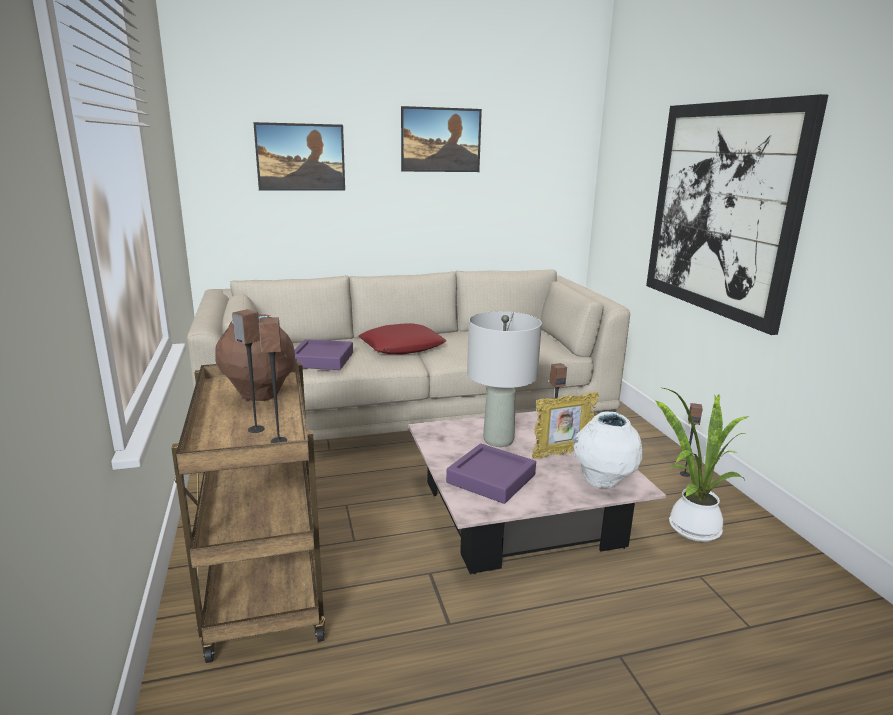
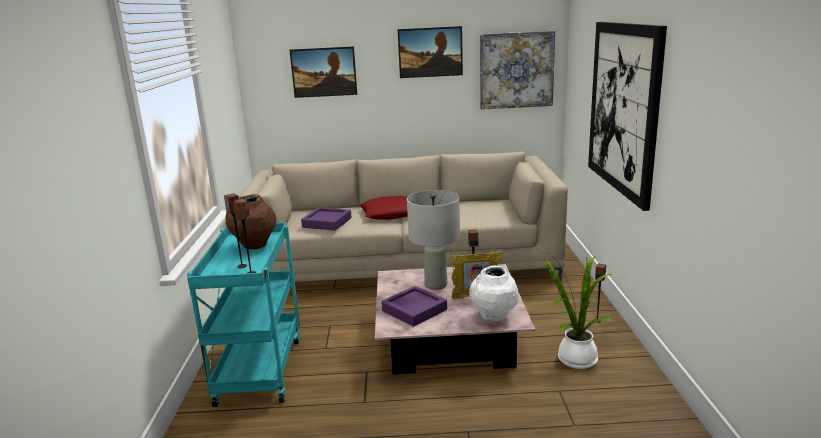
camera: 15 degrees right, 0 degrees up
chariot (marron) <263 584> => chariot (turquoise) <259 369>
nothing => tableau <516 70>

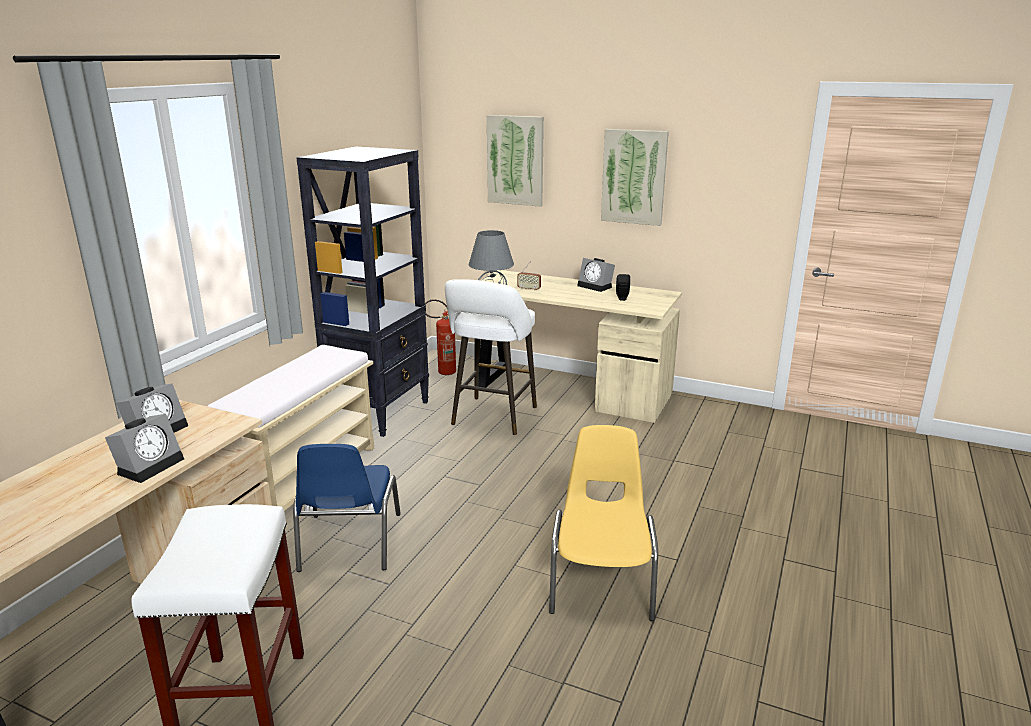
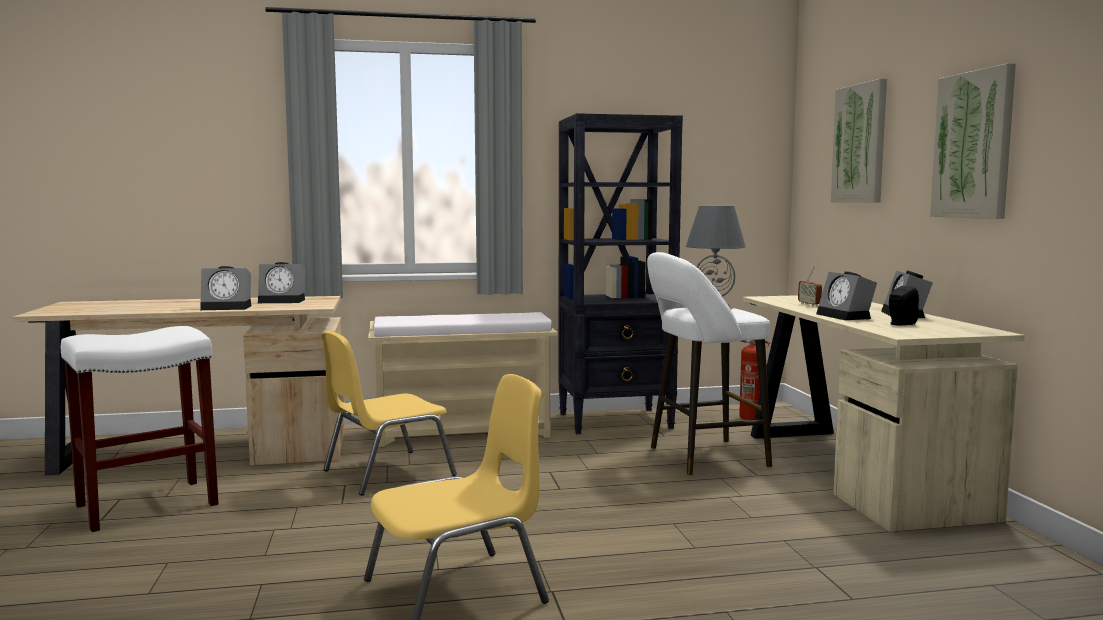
camera: 55 degrees right, 15 degrees down
chaise (bleu) <349 543> => chaise (jaune) <386 473>
nothing => réveil <846 316>

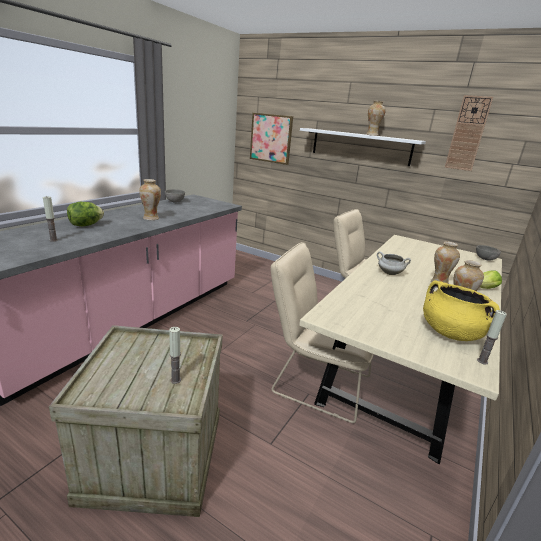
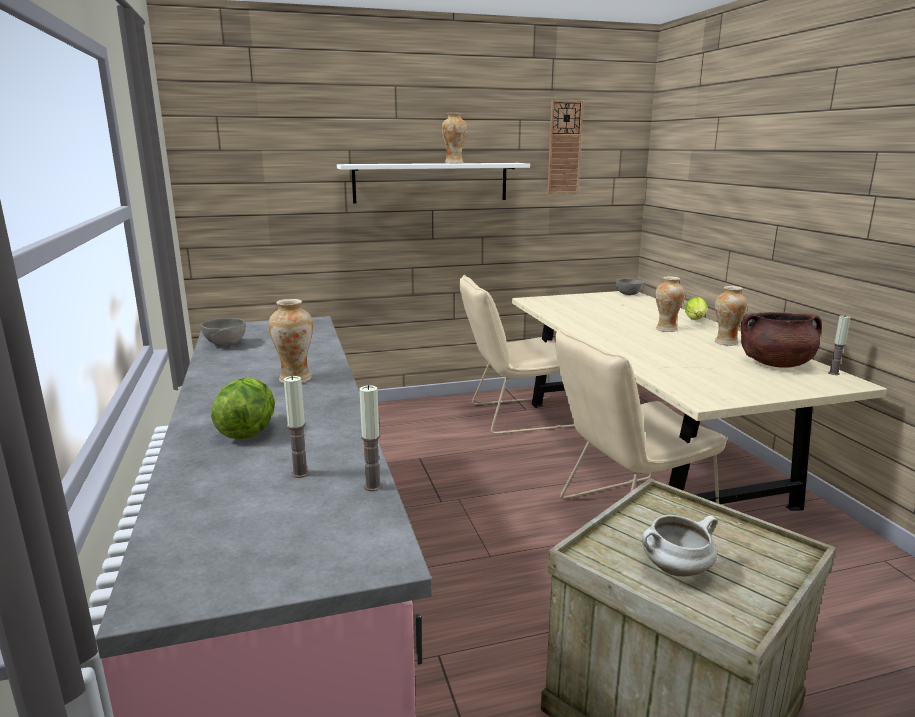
camera: 45 degrees left, 5 degrees down
tableau <271 138> => nothing
marmite (blanc) <389 273> => marmite (blanc) <675 570>, moved
marmite (jaune) <450 332> => marmite (marron) <775 364>
bougie <175 380> => bougie <373 486>, moved

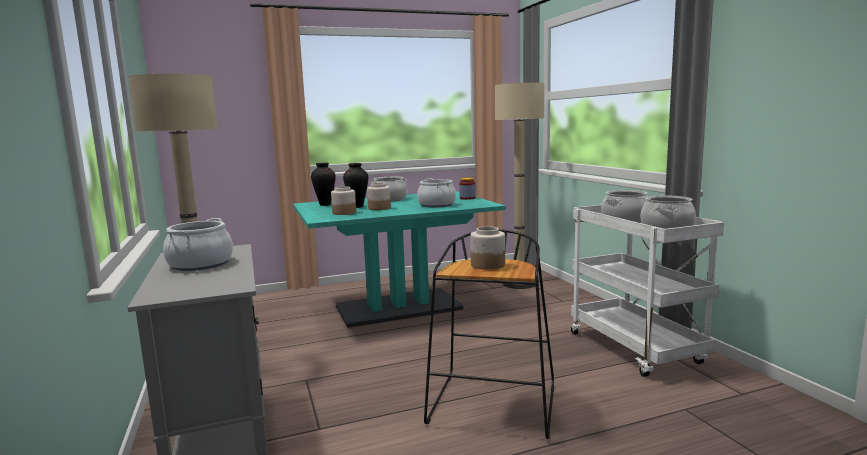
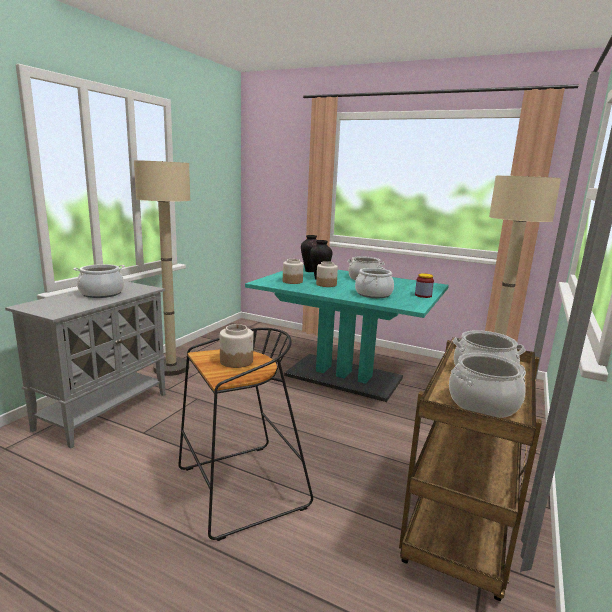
camera: 45 degrees right, 5 degrees up
chariot (blanc) <636 349> => chariot (marron) <460 533>

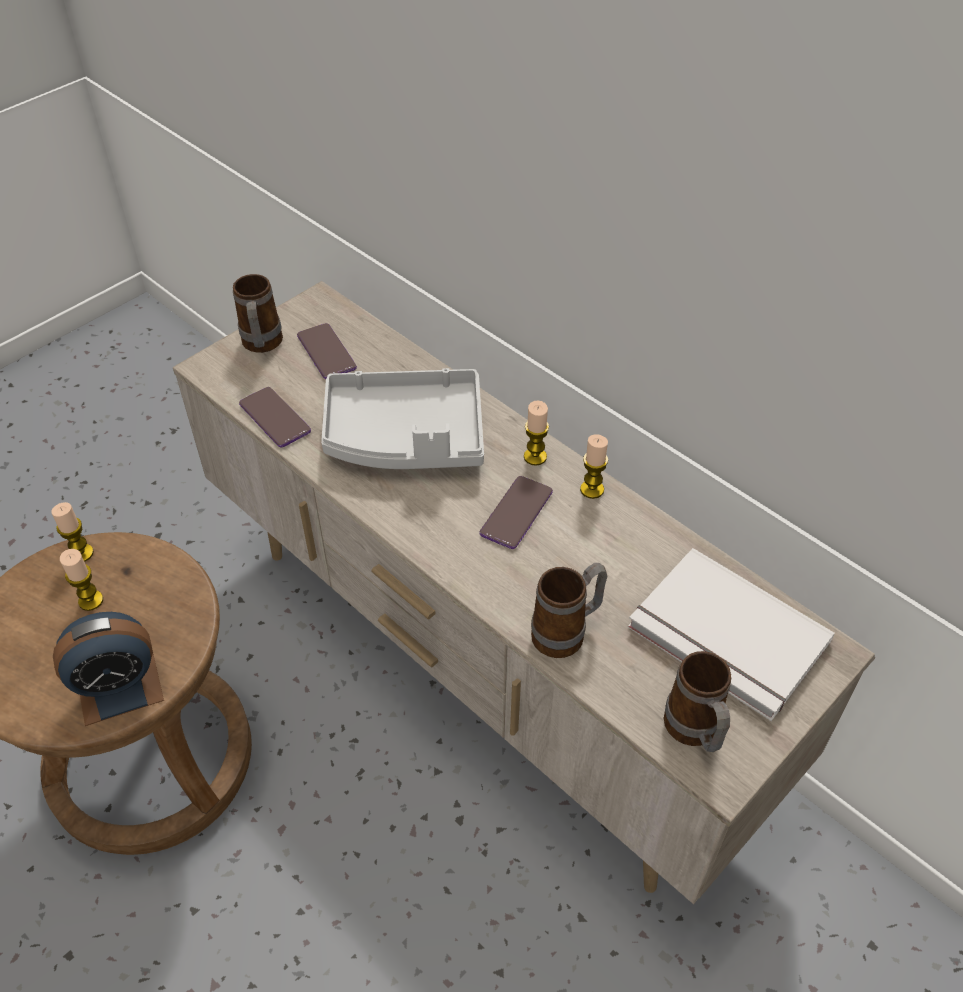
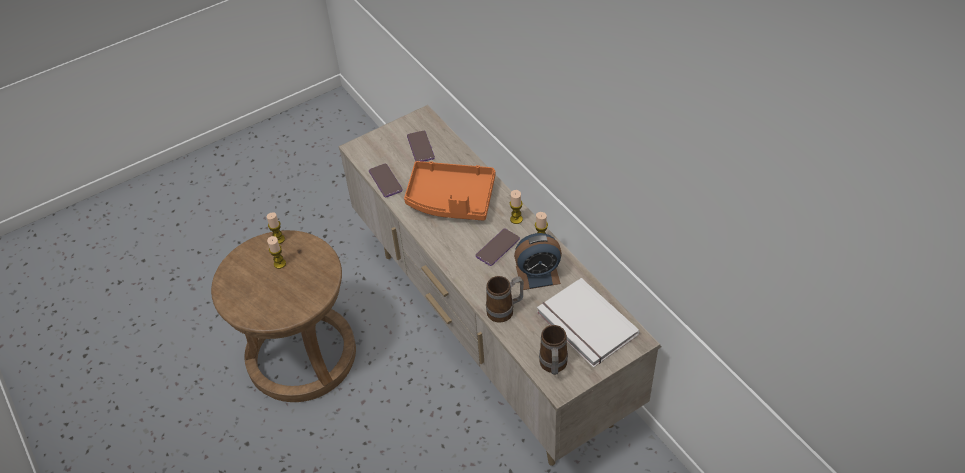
camera: 15 degrees right, 0 degrees up
mug <262 346> => nothing
plateau (gris) <405 437> => plateau (orange) <451 200>
réveil <120 688> => réveil <537 275>, moved

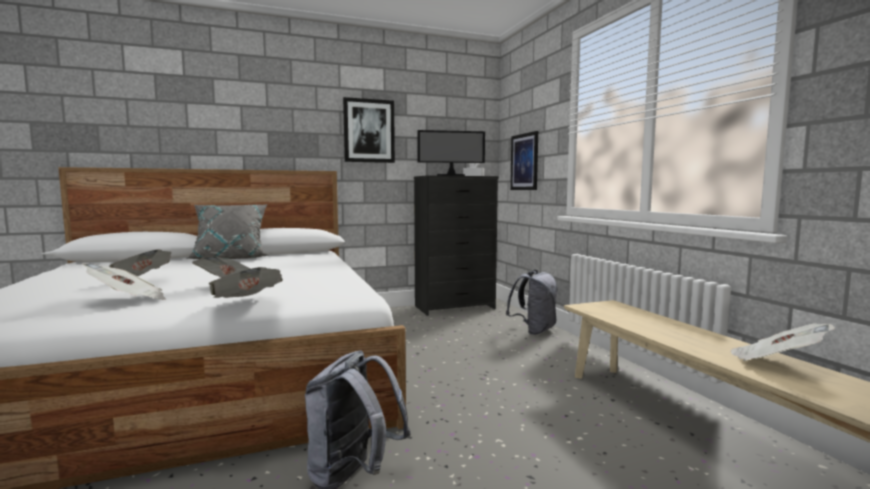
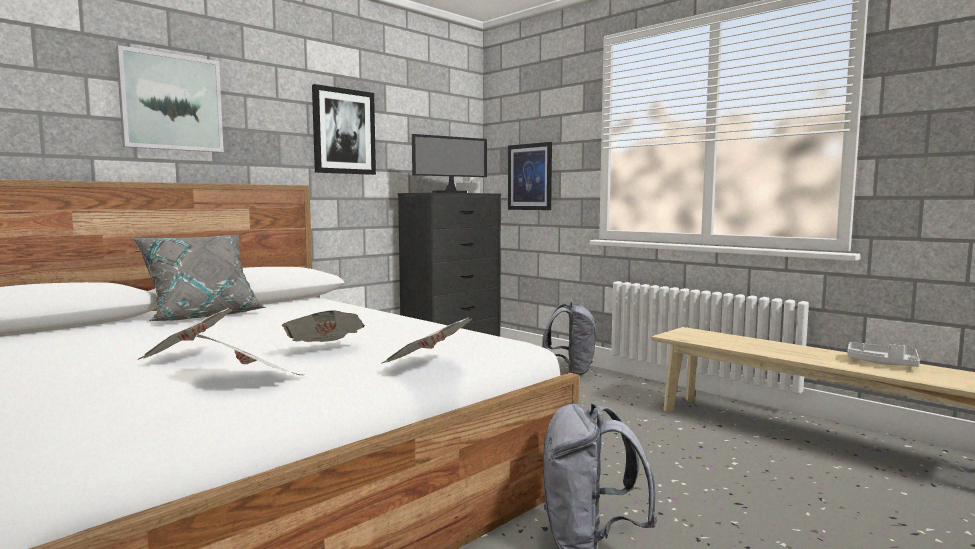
camera: 25 degrees left, 0 degrees up
journal <775 362> => plateau (gris) <882 363>
nothing => tableau <171 102>

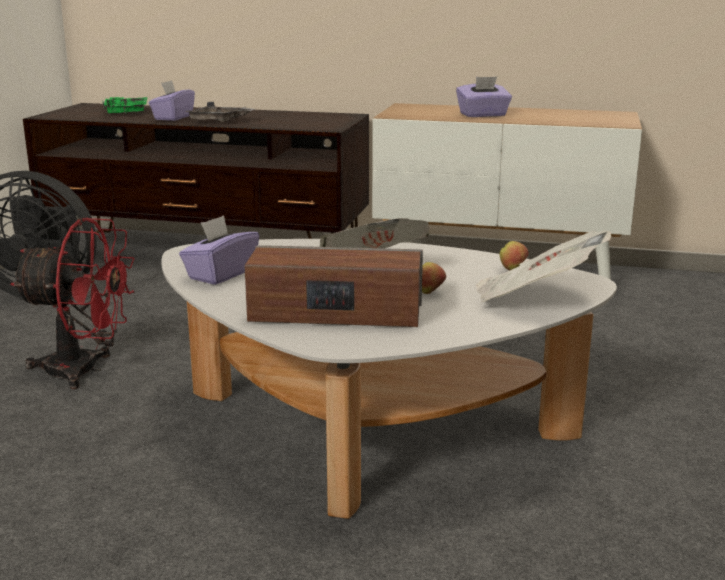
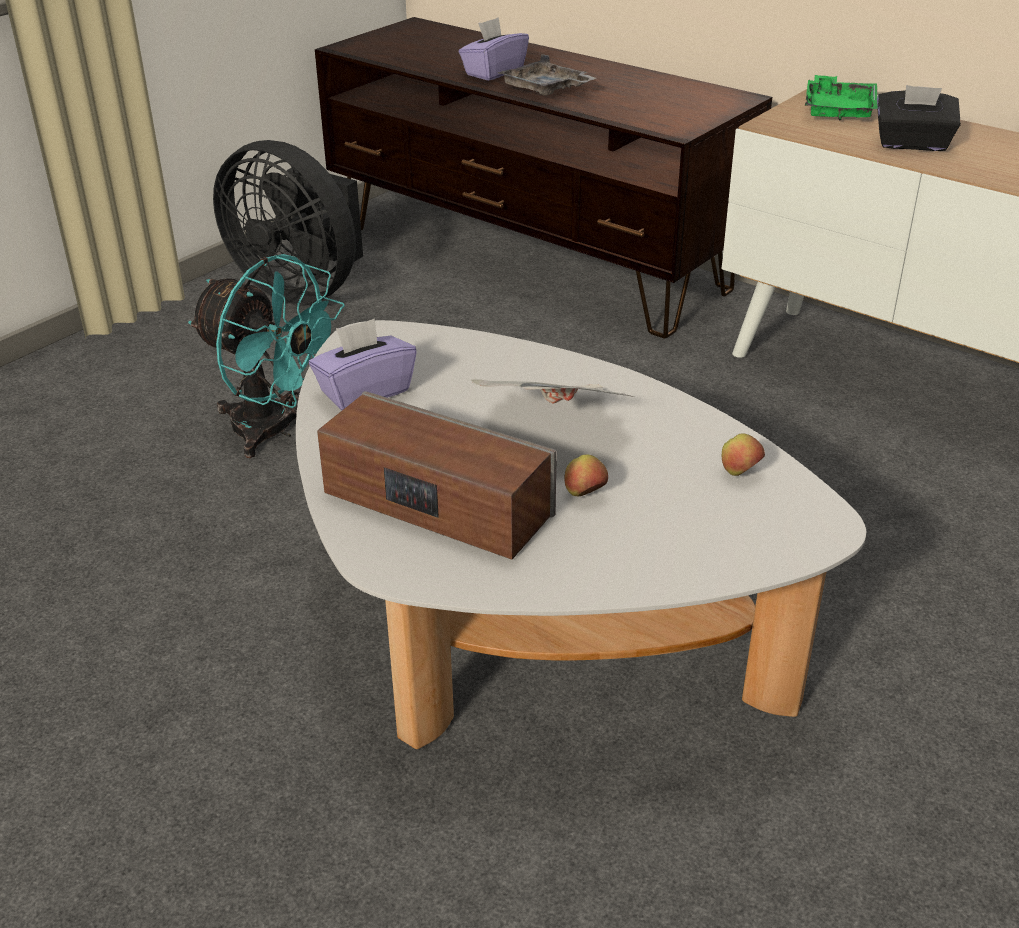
camera: 25 degrees right, 15 degrees up
boîte à mouchoirs (violet) <483 115> => boîte à mouchoirs (noir) <912 144>
plateau (vert) <126 112> => plateau (vert) <838 110>, moved
ventilateur (rouge) <85 370> => ventilateur (turquoise) <275 431>
journal <534 299> => nothing

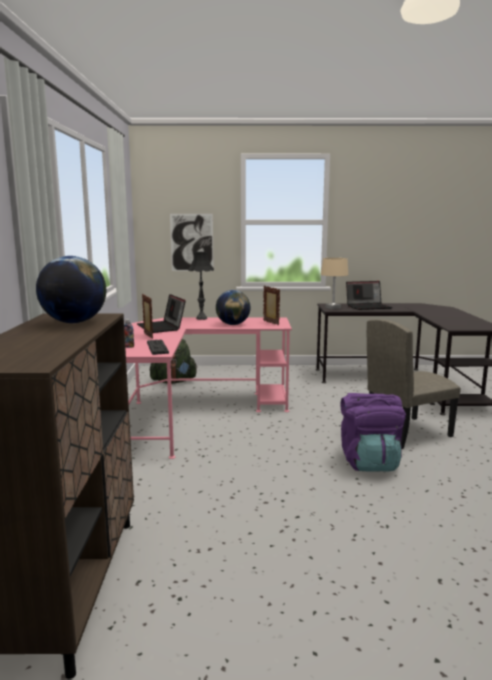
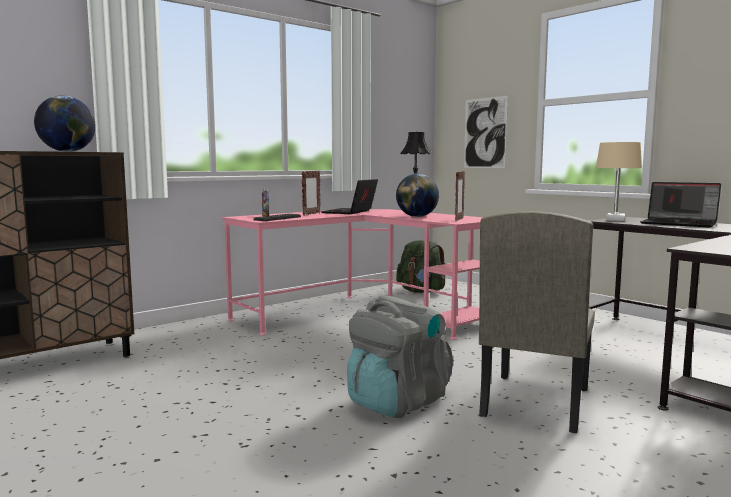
camera: 50 degrees right, 5 degrees down
chaise (beige) <407 432> => chaise (beige) <534 402>, 90 degrees counterclockwise
sac à dos (violet) <369 462> => sac à dos (gris) <396 402>

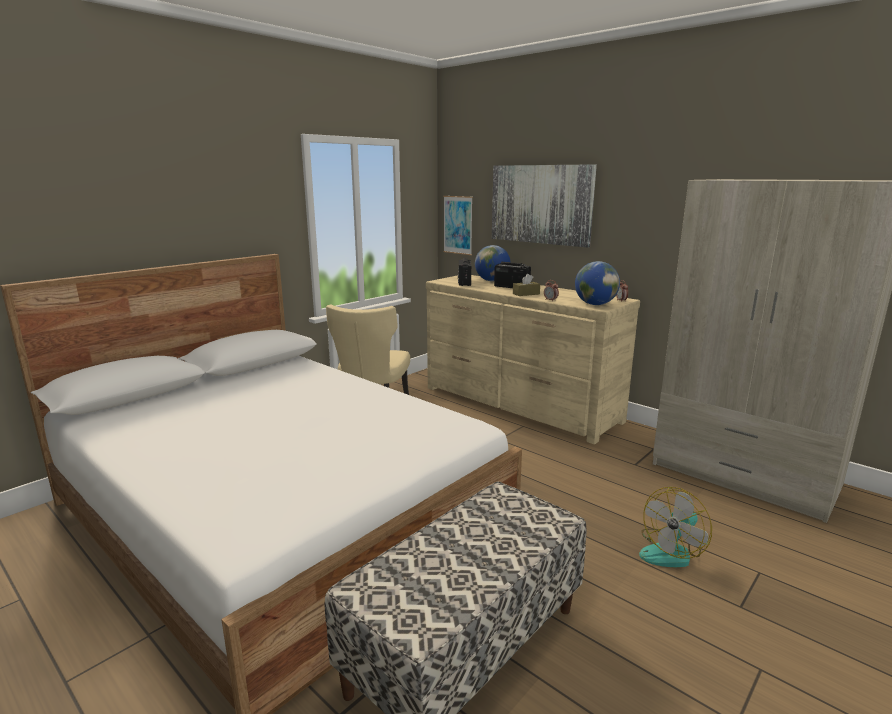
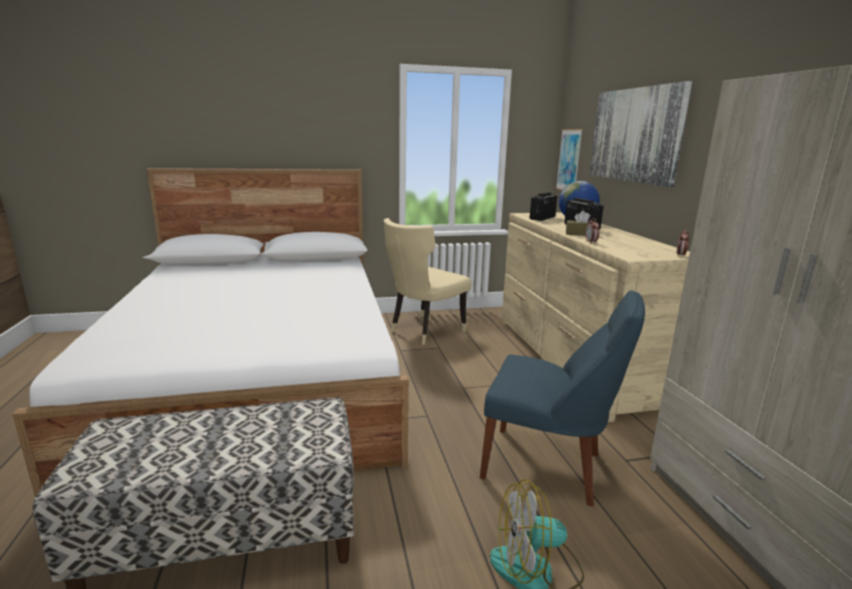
camera: 35 degrees right, 0 degrees up
globe <595 304> => nothing
nothing => chaise (bleu) <548 466>

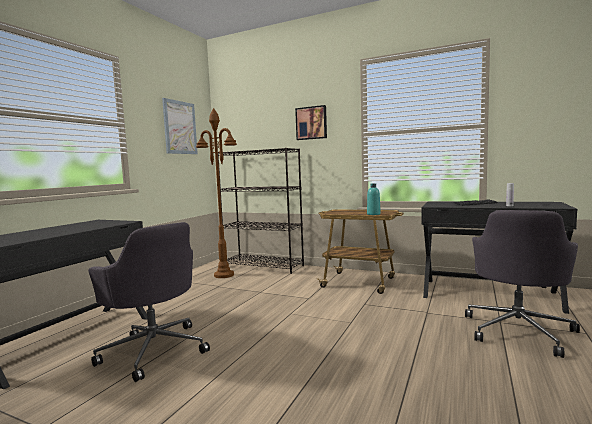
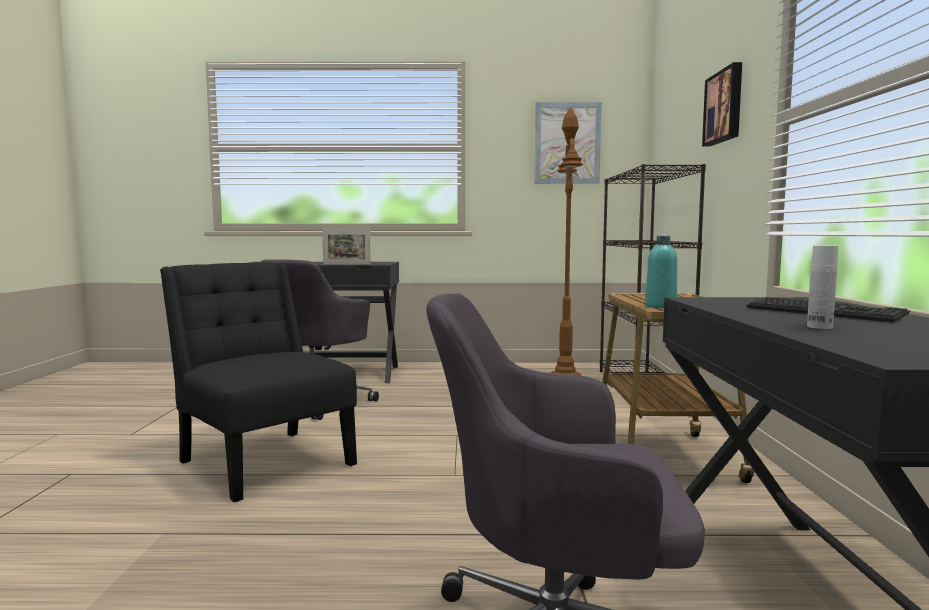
camera: 65 degrees right, 0 degrees up
nothing => cadre photo <346 264>
nothing => chaise (noir) <263 460>

